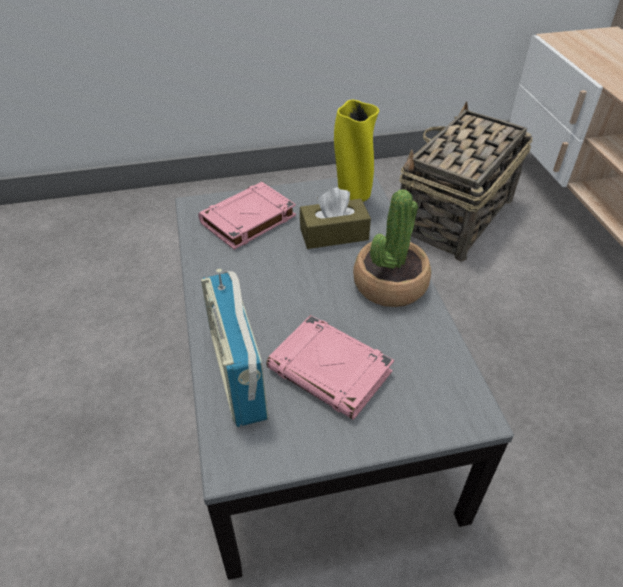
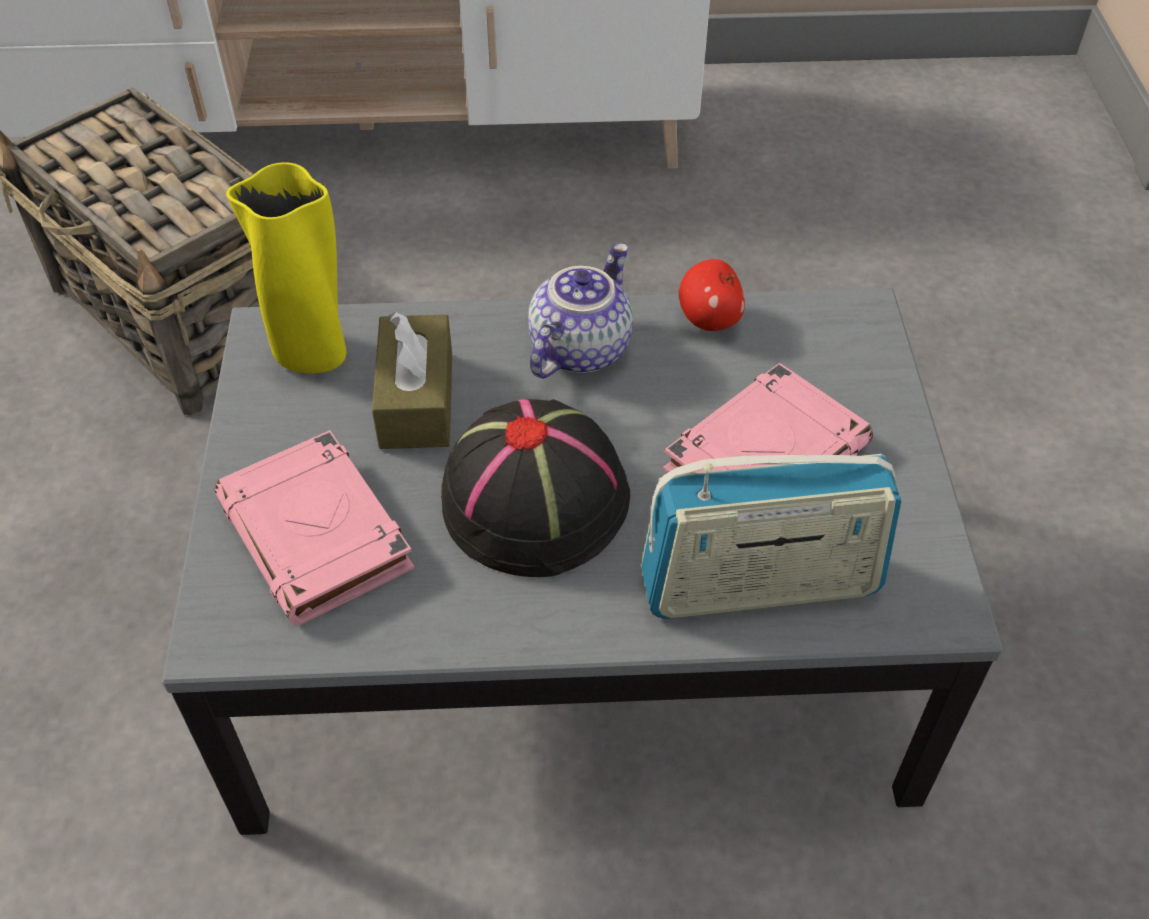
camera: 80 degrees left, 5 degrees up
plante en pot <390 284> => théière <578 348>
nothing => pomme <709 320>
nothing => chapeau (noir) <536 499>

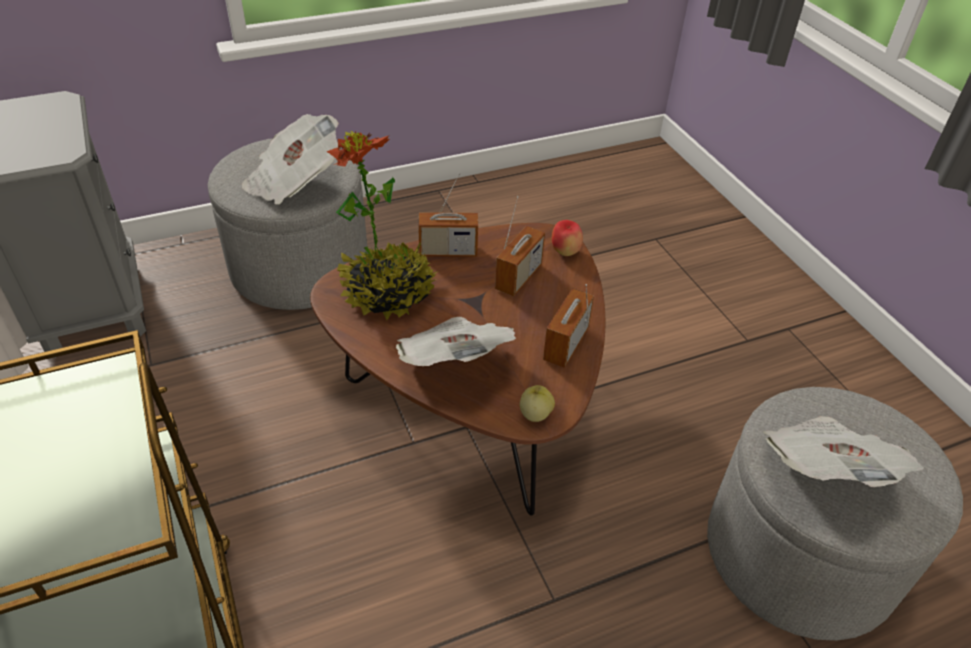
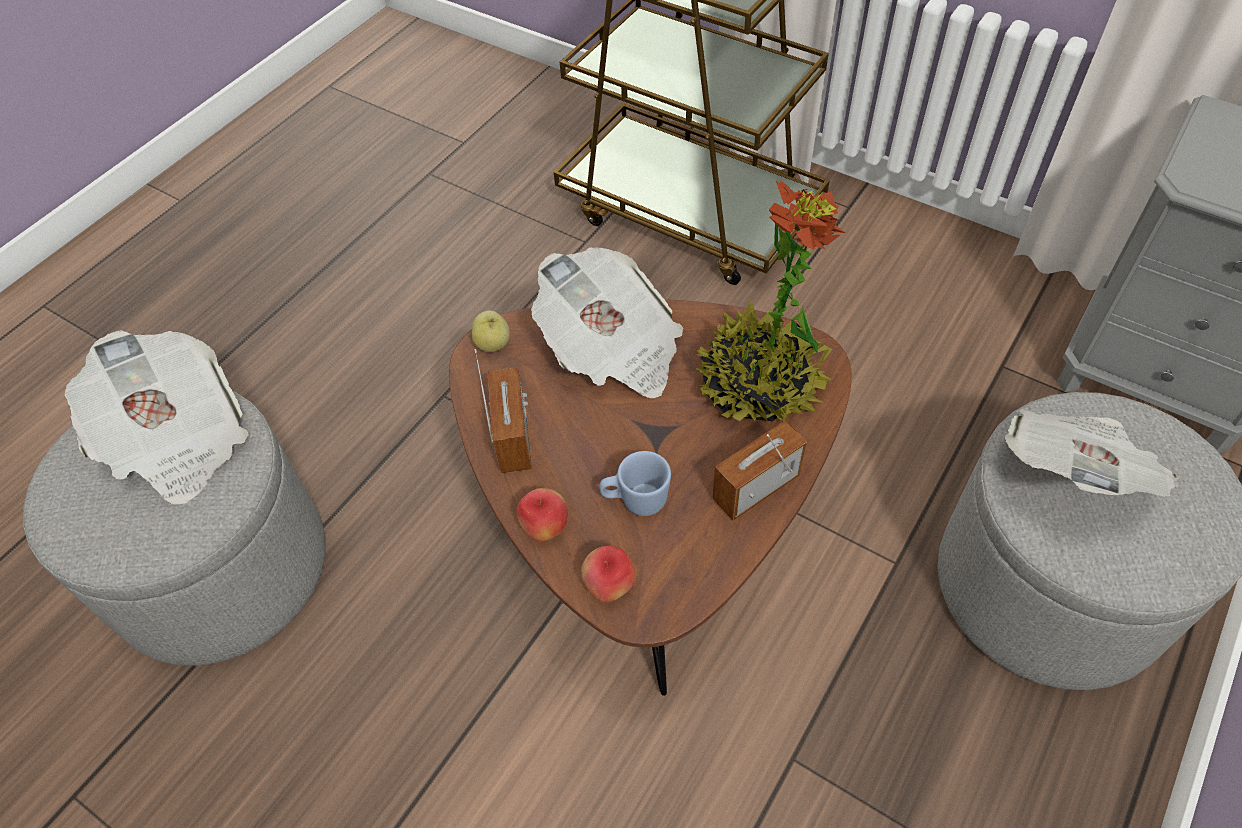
camera: 150 degrees right, 10 degrees up
radio <518 277> => mug (bleu) <635 501>
nothing => pomme <545 528>

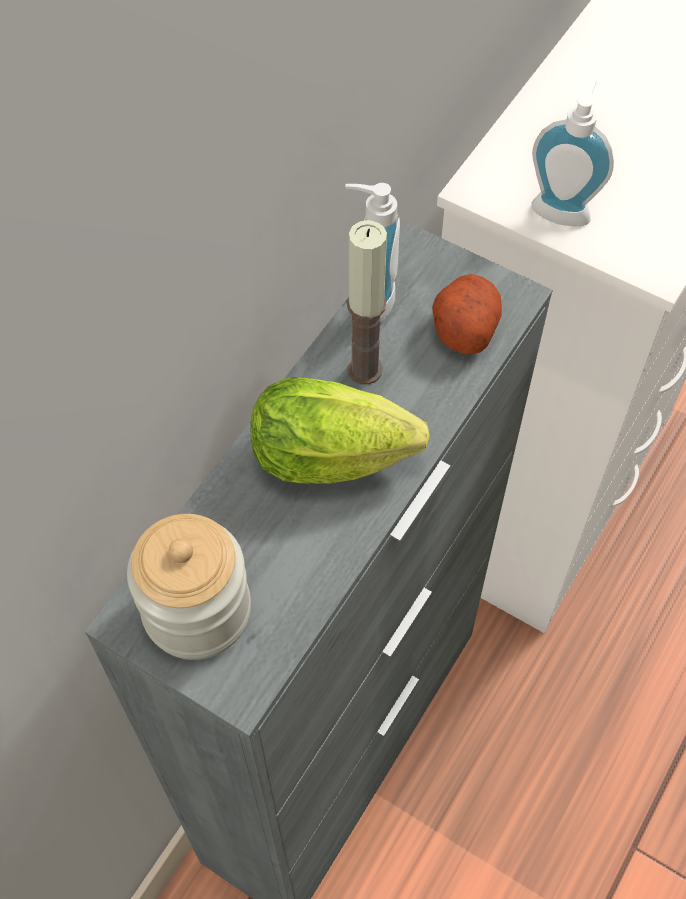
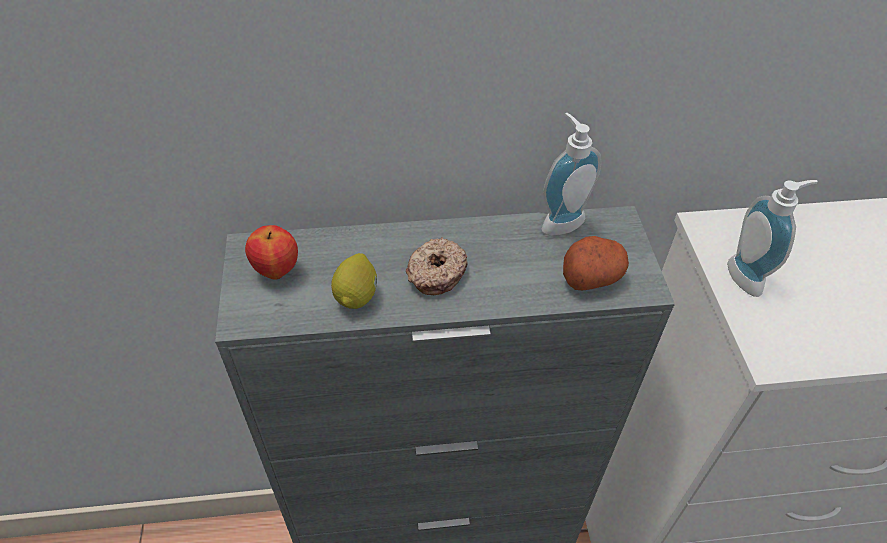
camera: 50 degrees right, 10 degrees down
bougie <365 369> => nothing
laitue <341 457> => beignet <435 273>
bocal <197 611> => pomme <276 270>
nothing => citron <357 295>

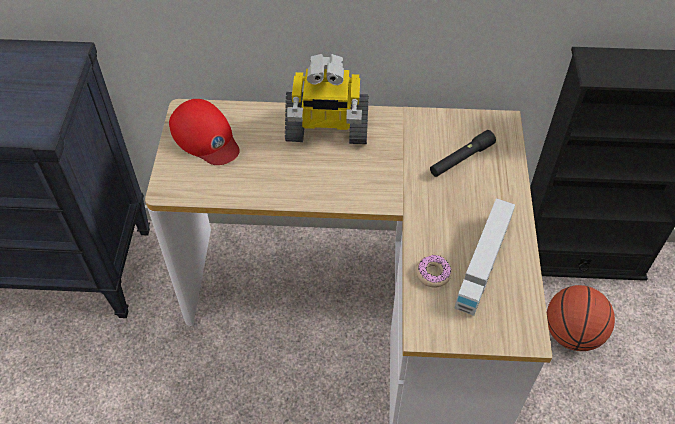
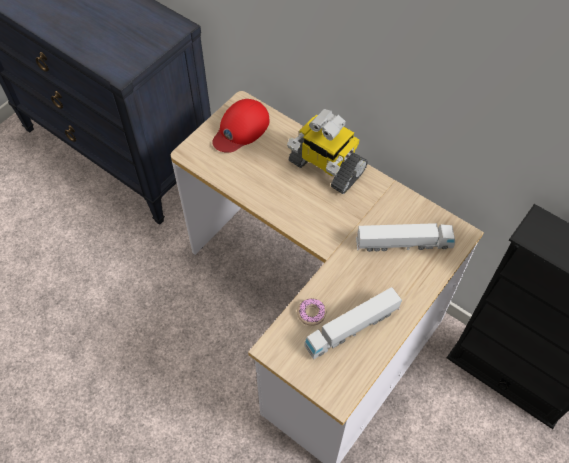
camera: 35 degrees right, 5 degrees up
casquette (rouge) <205 137> => casquette (rouge) <241 129>, 45 degrees clockwise
lampe de poche (noir) <461 159> => camion jouet <404 243>
ballon de basket <571 333> => nothing

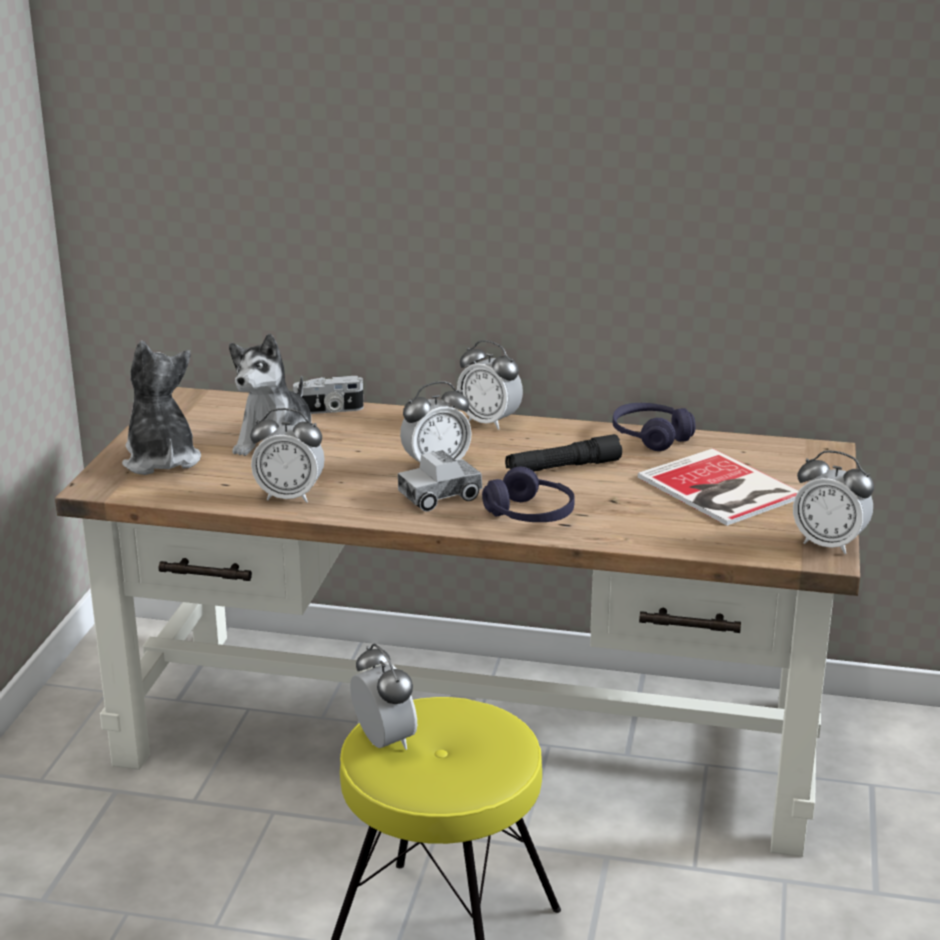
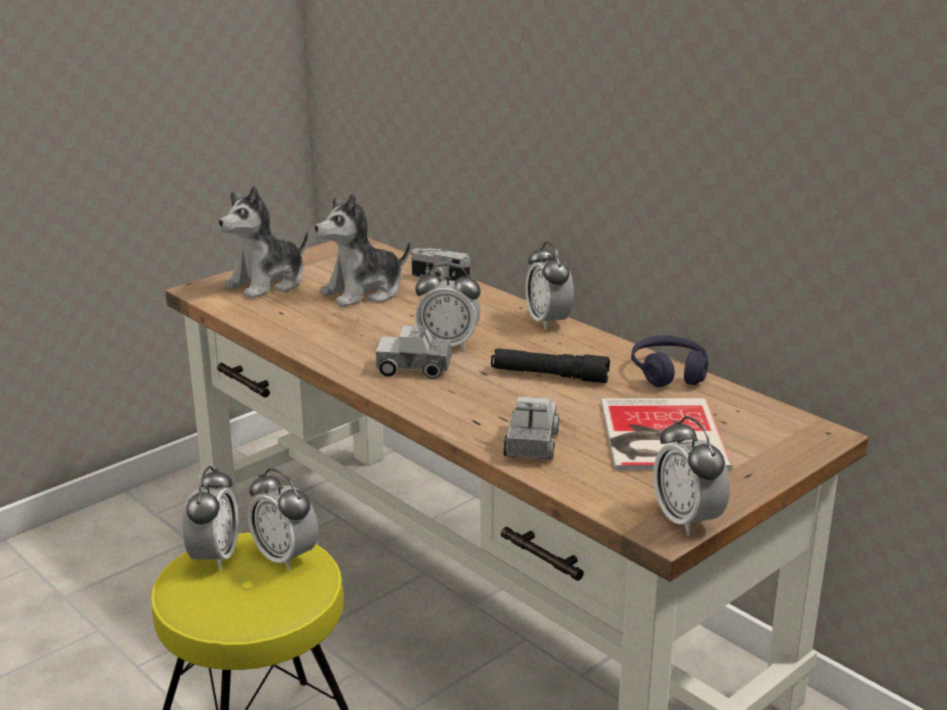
camera: 35 degrees right, 0 degrees up
peluche <161 460> => peluche <268 283>, 150 degrees counterclockwise
réveil <290 496> => réveil <285 557>, moved
casque audio (violet) <530 514> => nothing
nothing => camion jouet <531 445>

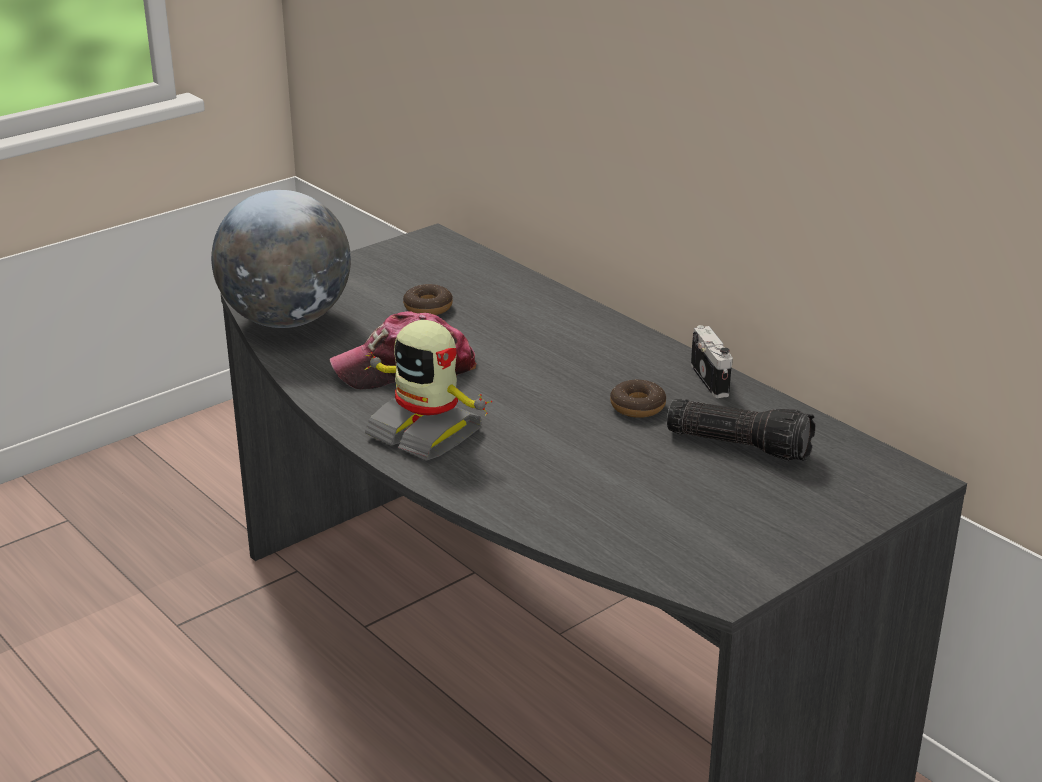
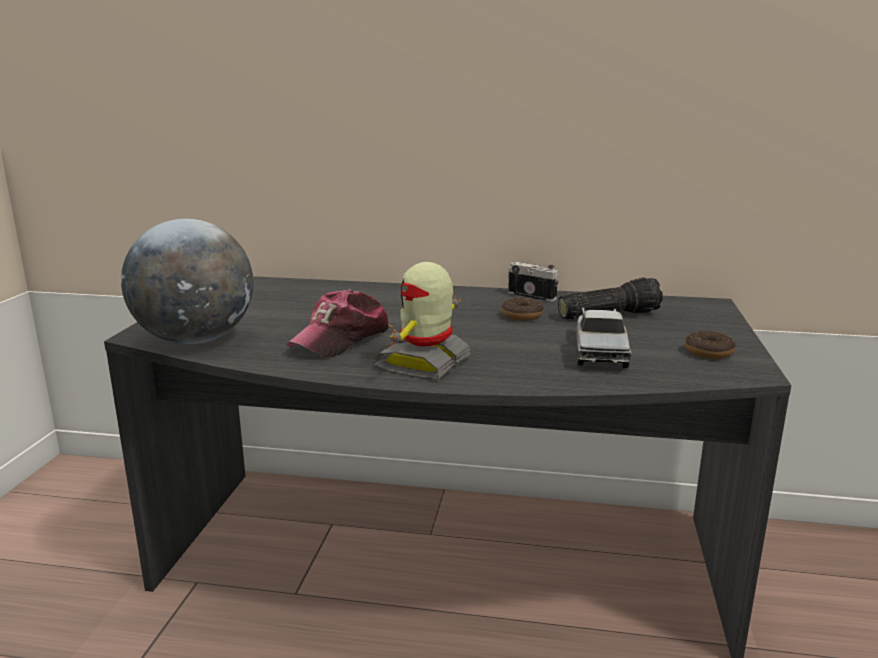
camera: 40 degrees left, 10 degrees down
beignet <428 307> => beignet <709 352>, moved
robot jouet <426 432> => robot jouet <425 363>, 120 degrees clockwise
nothing => camion jouet <600 351>

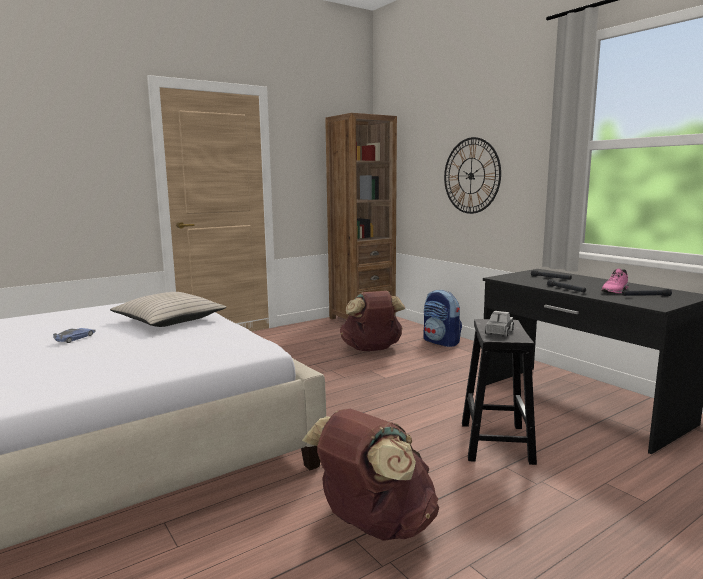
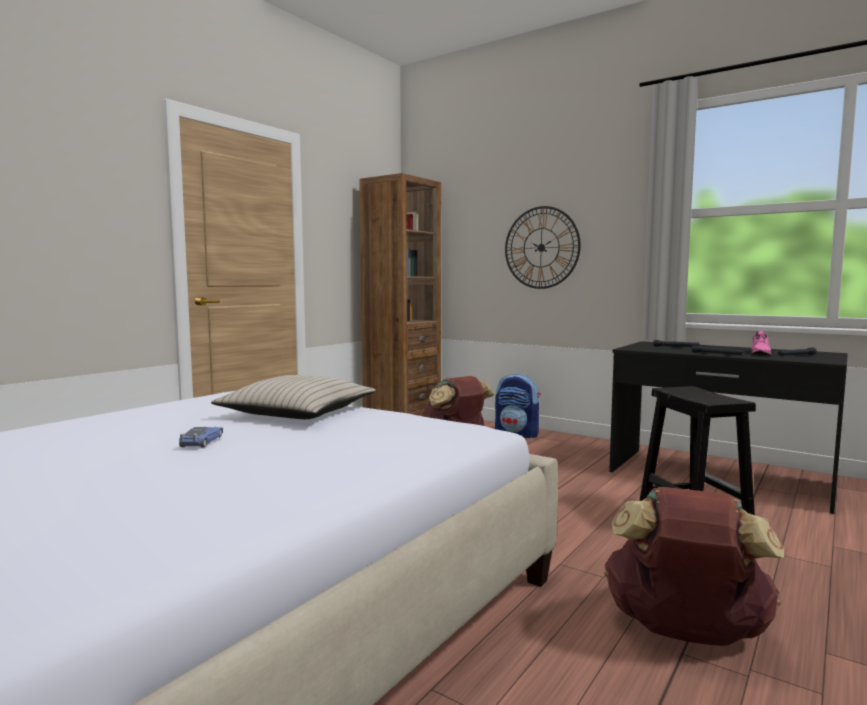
camera: 20 degrees left, 5 degrees down
camion jouet <499 332> => nothing

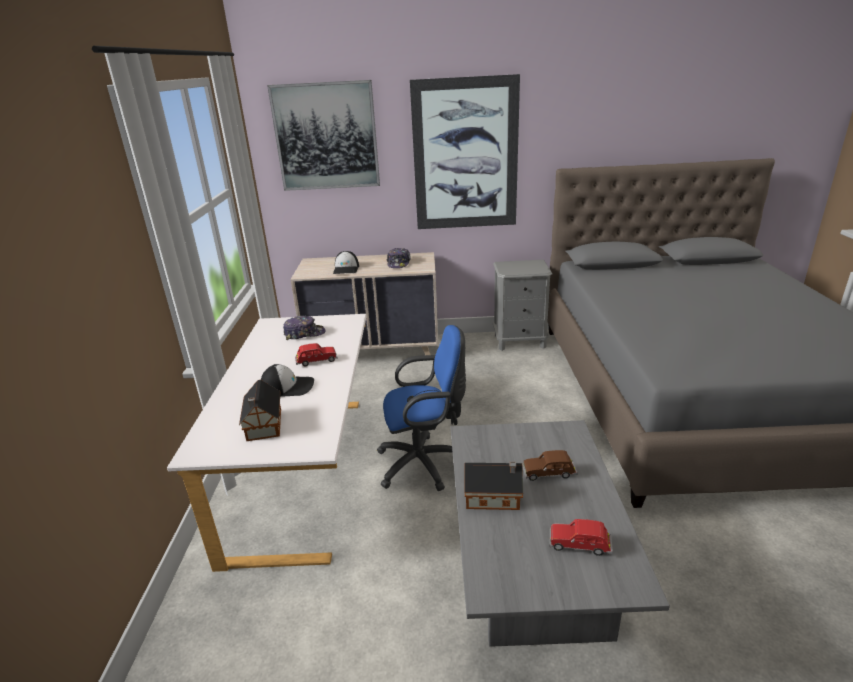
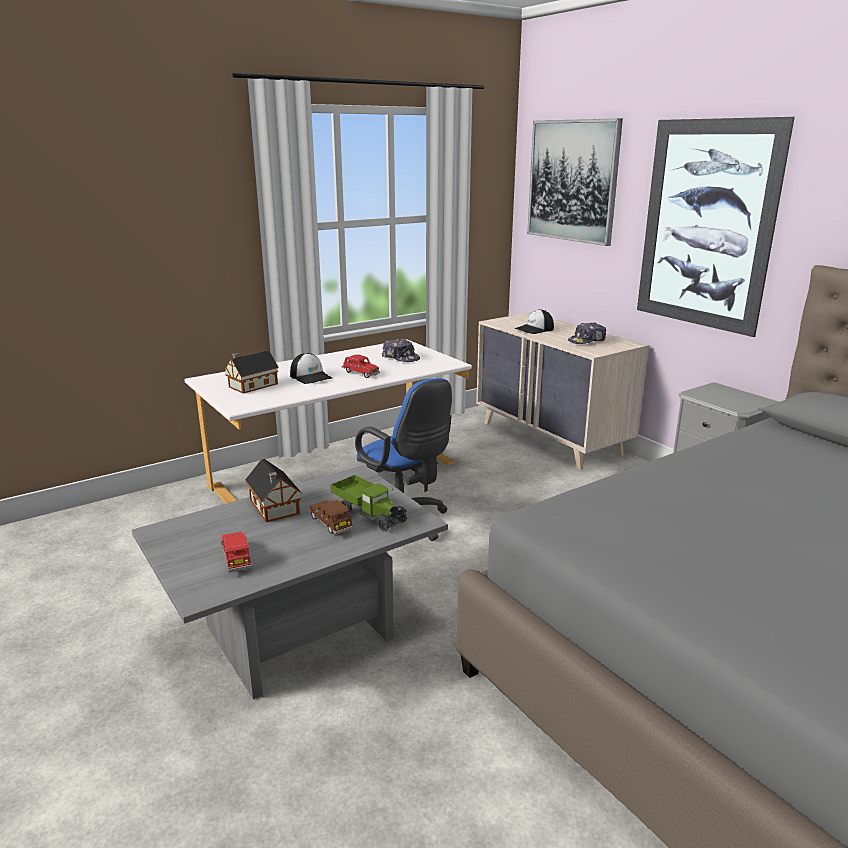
camera: 55 degrees right, 5 degrees down
nothing => camion jouet <369 513>

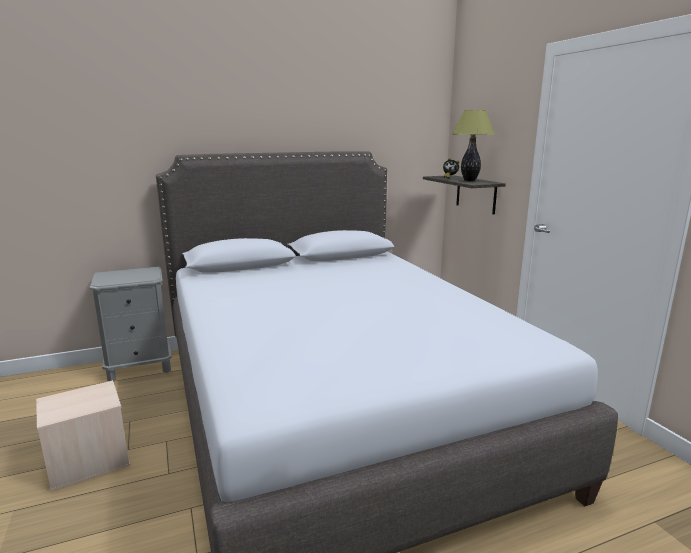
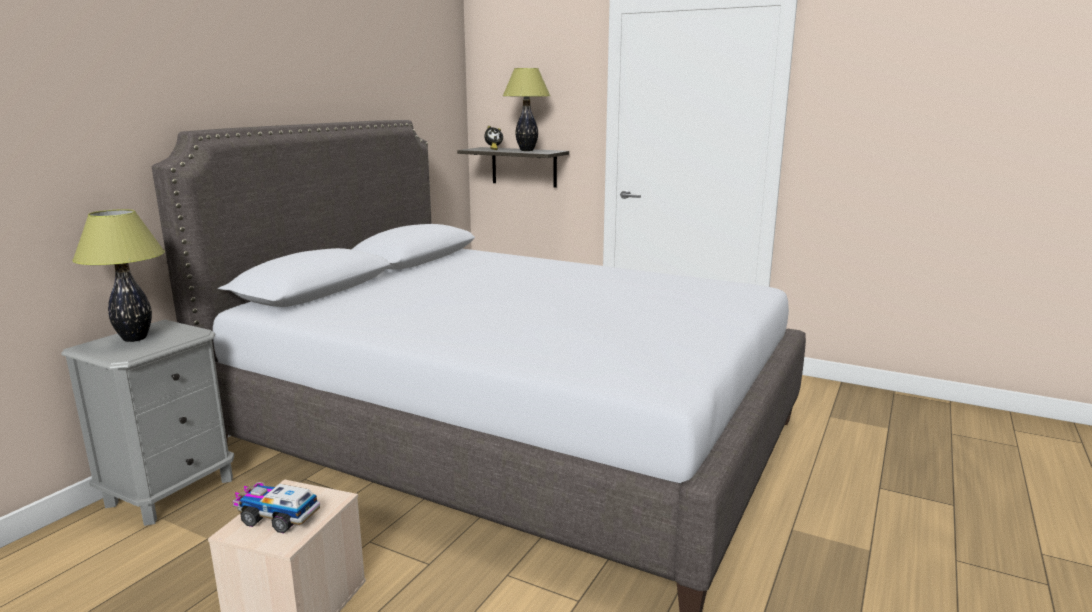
camera: 40 degrees left, 0 degrees up
nothing => lampe de table <135 339>
nothing => camion jouet <276 517>

